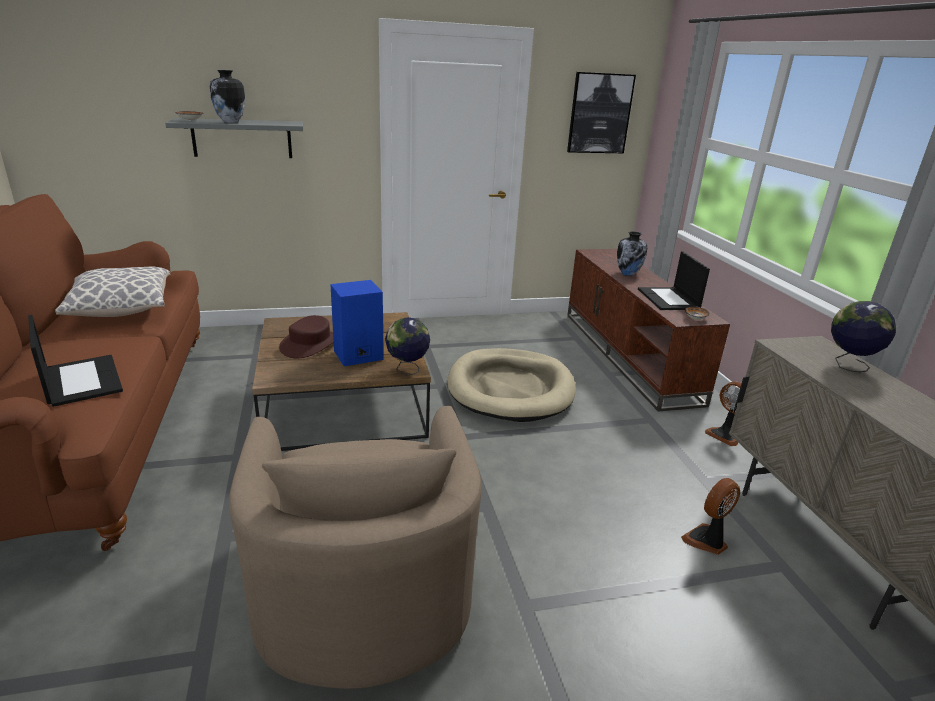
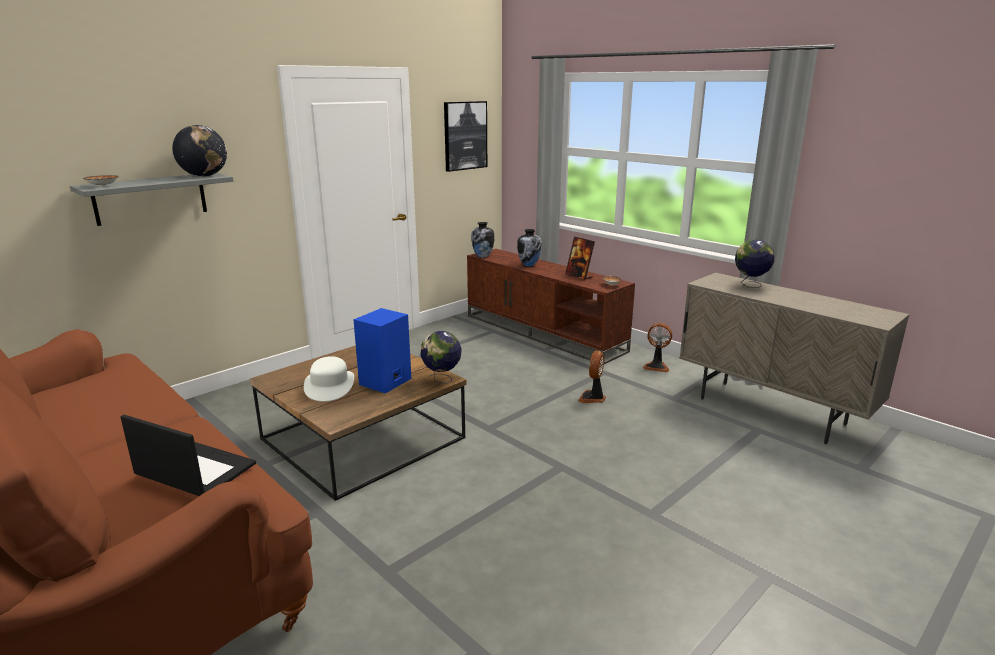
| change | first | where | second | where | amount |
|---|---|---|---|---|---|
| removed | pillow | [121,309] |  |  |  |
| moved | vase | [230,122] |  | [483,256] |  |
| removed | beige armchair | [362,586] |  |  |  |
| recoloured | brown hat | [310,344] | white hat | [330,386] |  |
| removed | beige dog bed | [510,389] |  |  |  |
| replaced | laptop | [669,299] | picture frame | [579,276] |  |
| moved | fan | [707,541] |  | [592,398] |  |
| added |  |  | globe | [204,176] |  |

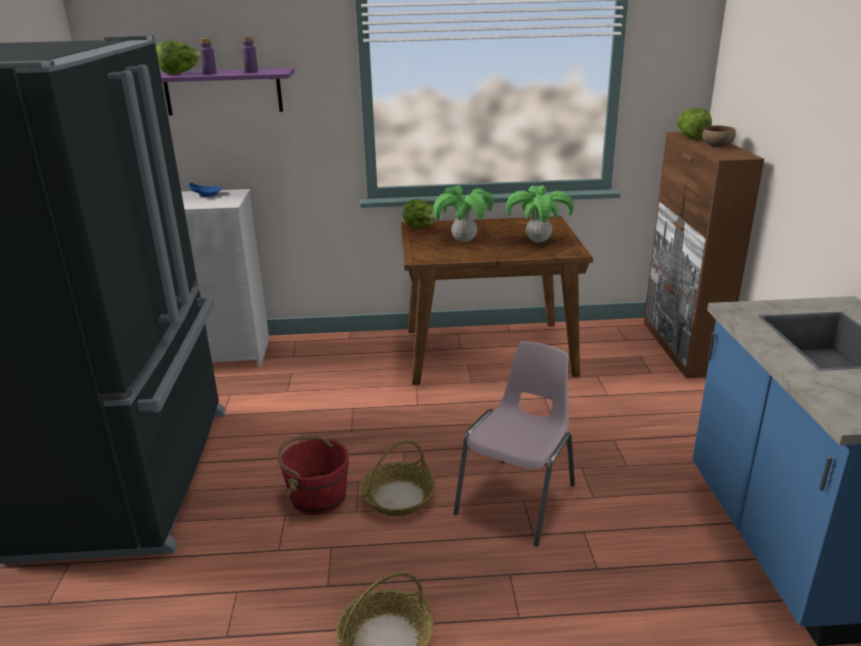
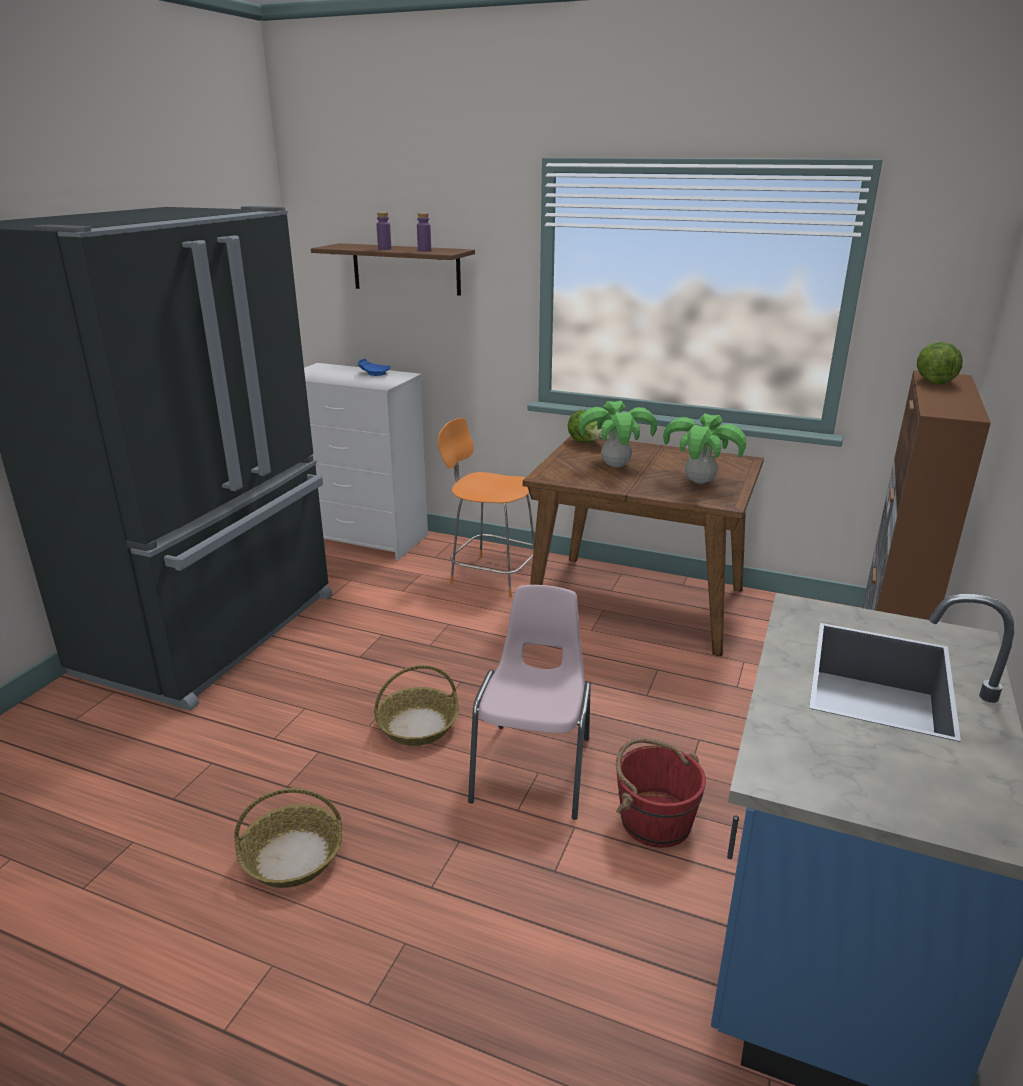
| change | first | where | second | where | amount |
|---|---|---|---|---|---|
| removed | lettuce | [181,73] |  |  |  |
| recoloured | purple shelf | [223,92] | brown shelf | [406,269] |  |
| moved | red bucket | [317,496] |  | [655,820] |  |
| turned | pink chair | [518,499] |  | [534,768] | 45 degrees counterclockwise |
| removed | brown bowl | [717,146] |  |  |  |
| added |  |  | orange chair | [491,575] |  |

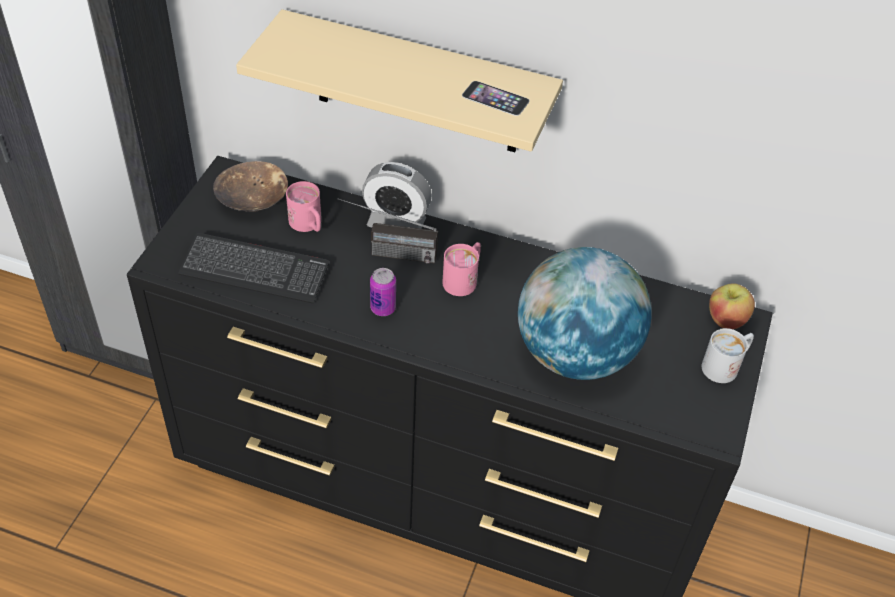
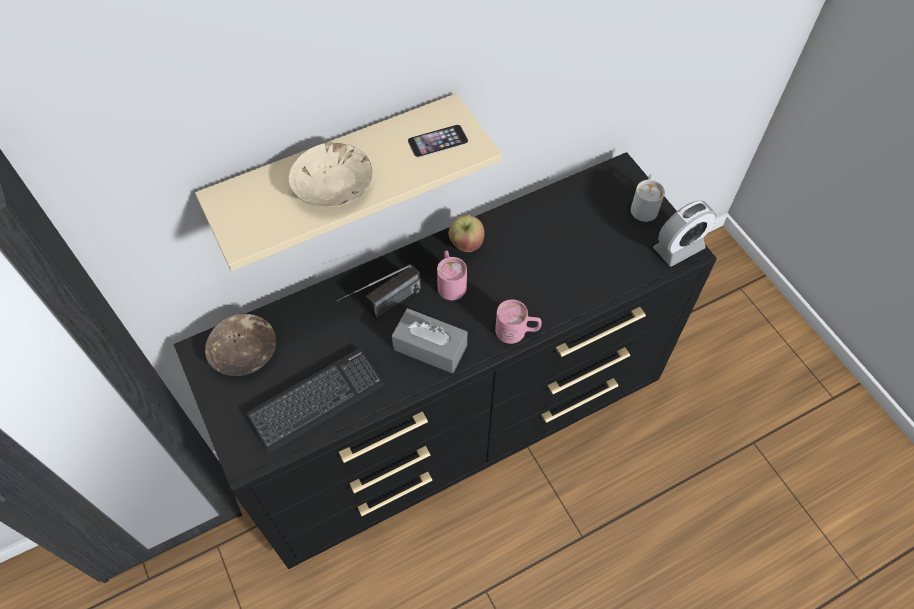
| change | first | where | second | where | amount |
|---|---|---|---|---|---|
| moved | pink mug | [308,225] |  | [517,331] |  |
| moved | alarm clock | [396,223] |  | [678,248] |  |
| replaced | can | [383,308] | grey tissue box | [430,347] |  |
| removed | globe | [575,354] |  |  |  |
| moved | apple | [726,319] |  | [466,244] |  |
| added |  |  | beige bowl | [334,187] |  |

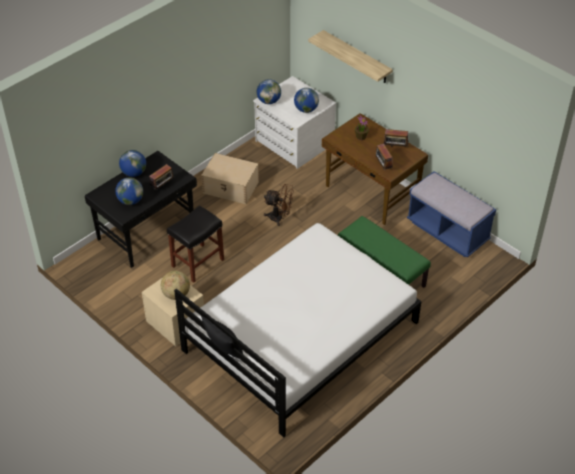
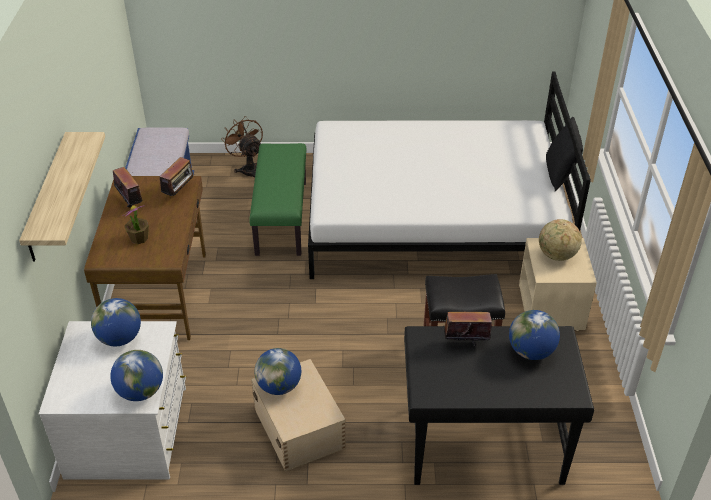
| change | first | where | second | where | amount |
|---|---|---|---|---|---|
| moved | globe | [134,173] |  | [279,386] |  |
| moved | brown fan | [279,218] |  | [248,169] |  |

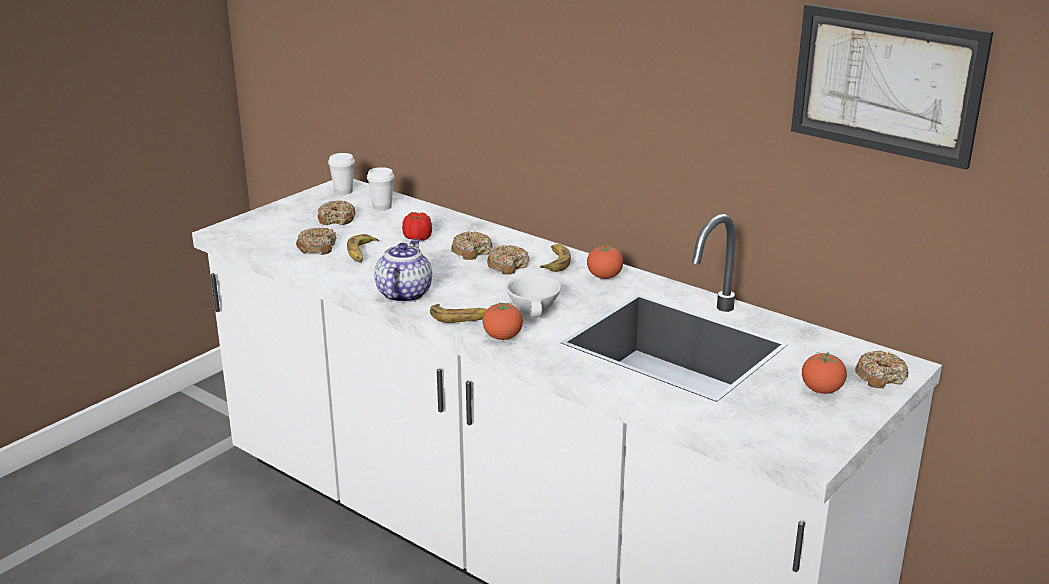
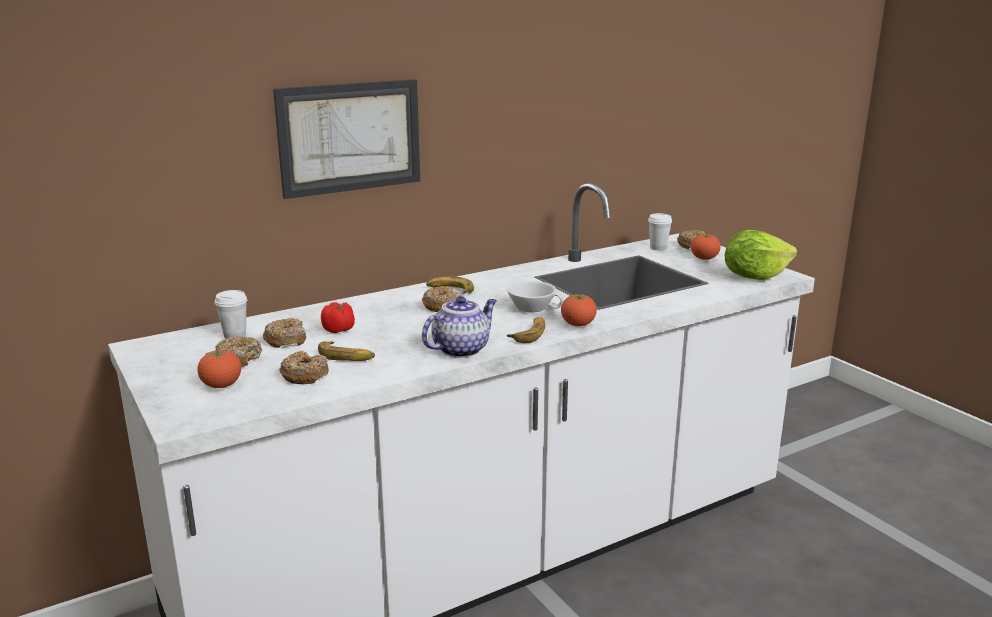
| change | first | where | second | where | amount |
|---|---|---|---|---|---|
| moved | white cup | [343,191] |  | [658,248] |  |
| turned | teapot | [404,294] |  | [461,349] | 105 degrees clockwise |
| moved | donut | [471,252] |  | [286,340] |  |
| moved | tomato | [604,277] |  | [221,386] |  |
| moved | picture | [886,84] |  | [350,137] |  |
| added |  |  | lettuce | [754,277] |  |

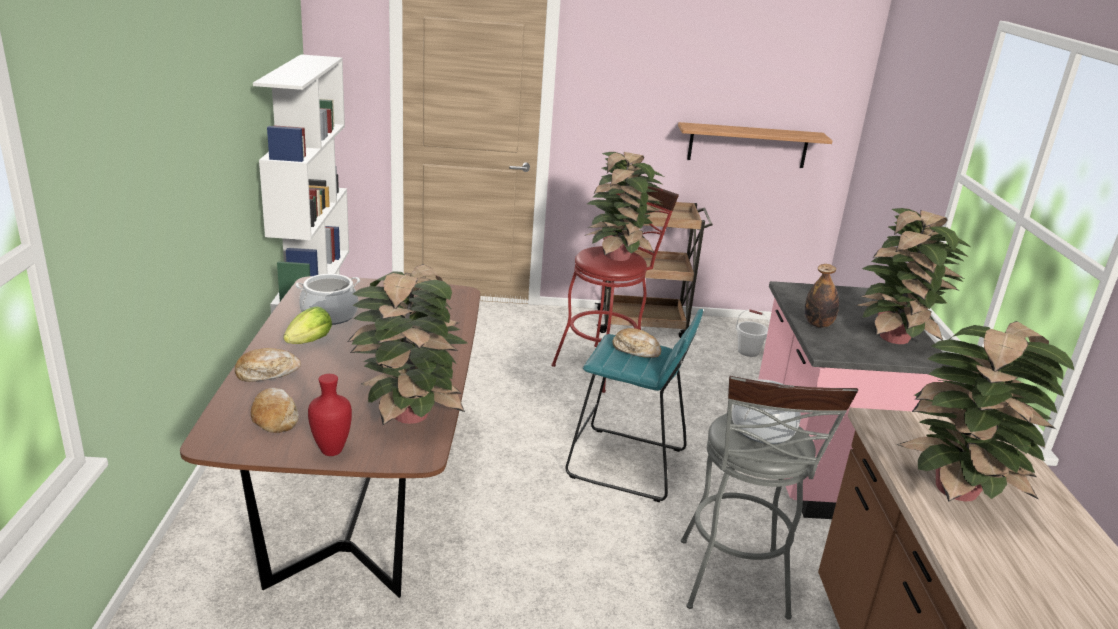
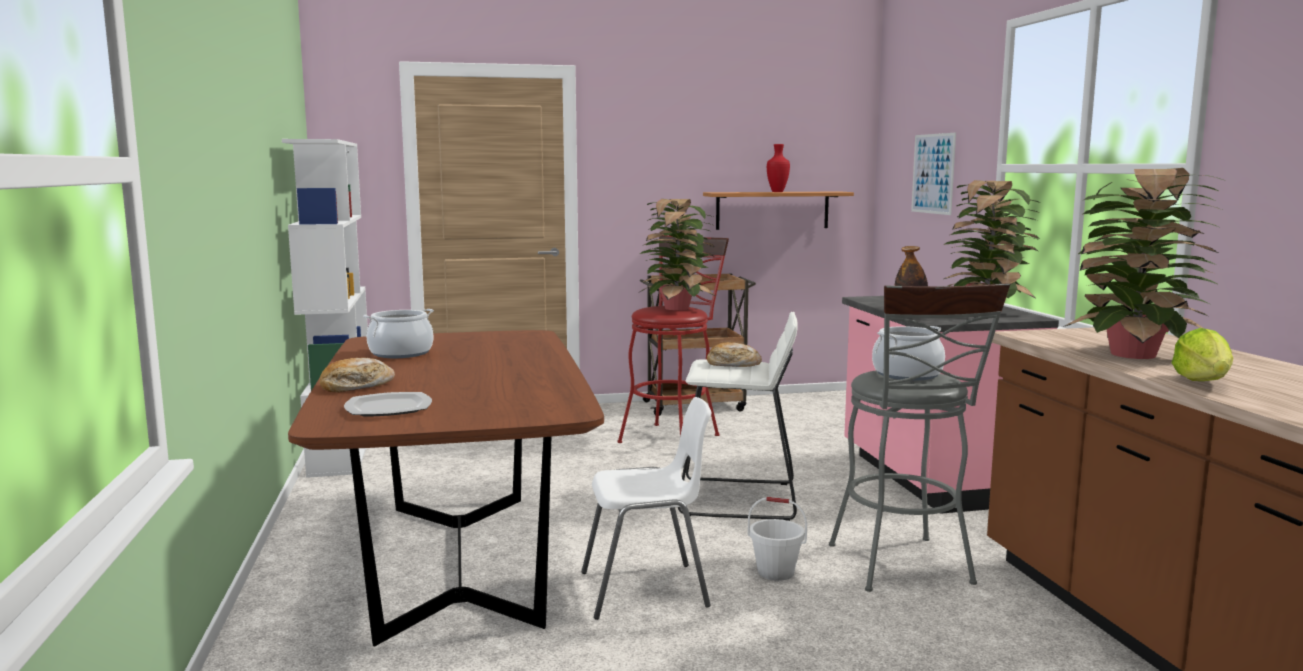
| change | first | where | second | where | amount |
|---|---|---|---|---|---|
| replaced | bread | [275,418] | plate | [387,408] |  |
| moved | lettuce | [310,342] |  | [1203,382] |  |
| moved | red vase | [332,450] |  | [777,192] |  |
| removed | potted plant | [408,416] |  |  |  |
| recoloured | turquoise stool | [626,464] | white stool | [738,499] |  |
| moved | white bucket | [748,351] |  | [776,572] |  |
| added |  |  | white chair | [647,590] |  |
| added |  |  | picture | [933,173] |  |

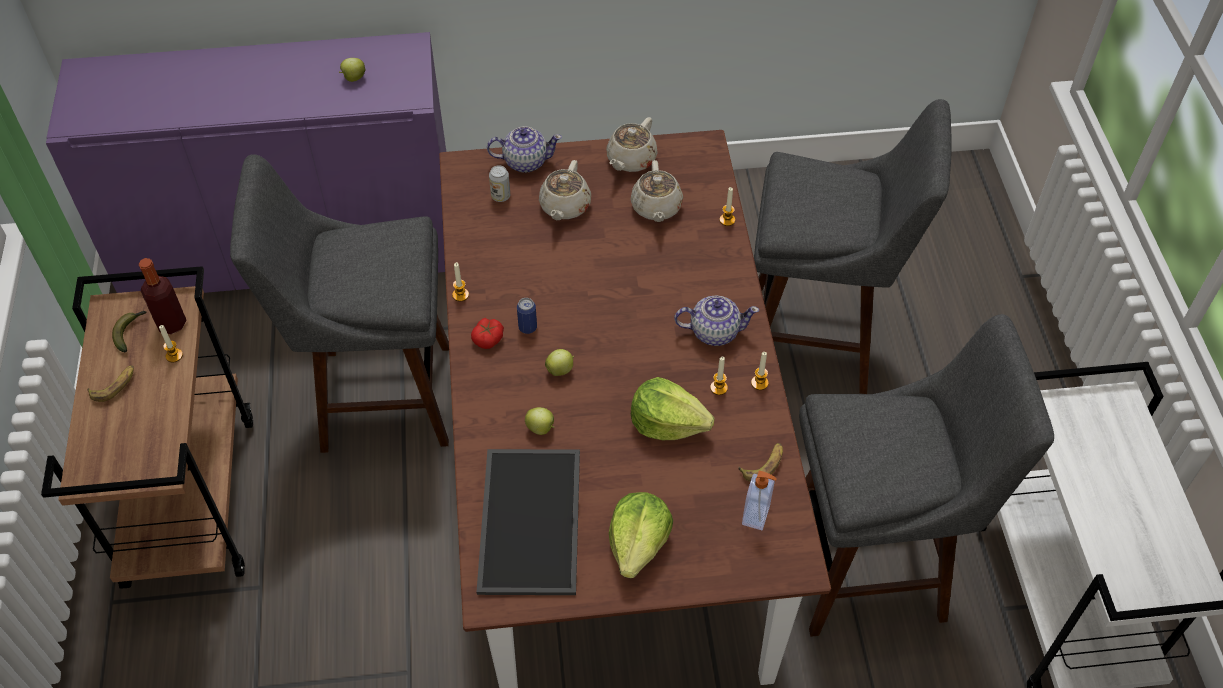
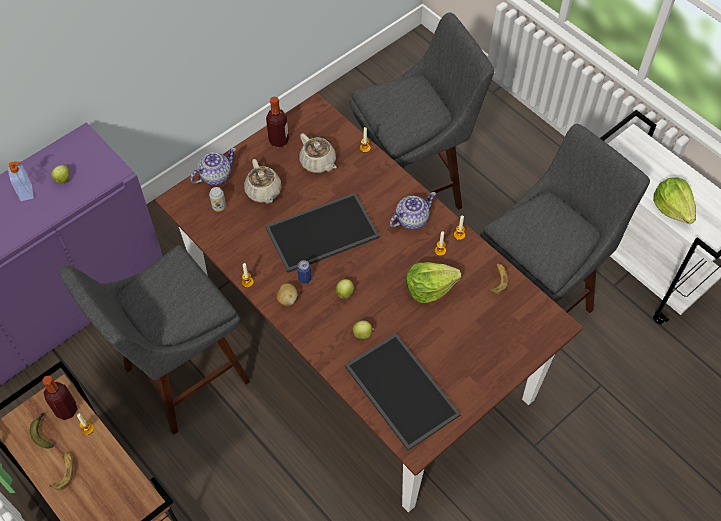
| change | first | where | second | where | amount |
|---|---|---|---|---|---|
| replaced | tomato | [488,339] | potato | [287,299] |  |
| replaced | beige teapot | [630,160] | bottle | [279,140] |  |
| moved | lettuce | [638,544] |  | [672,208] |  |
| moved | soap dispenser | [757,515] |  | [27,192] |  |
| added |  |  | tray | [322,234] |  |

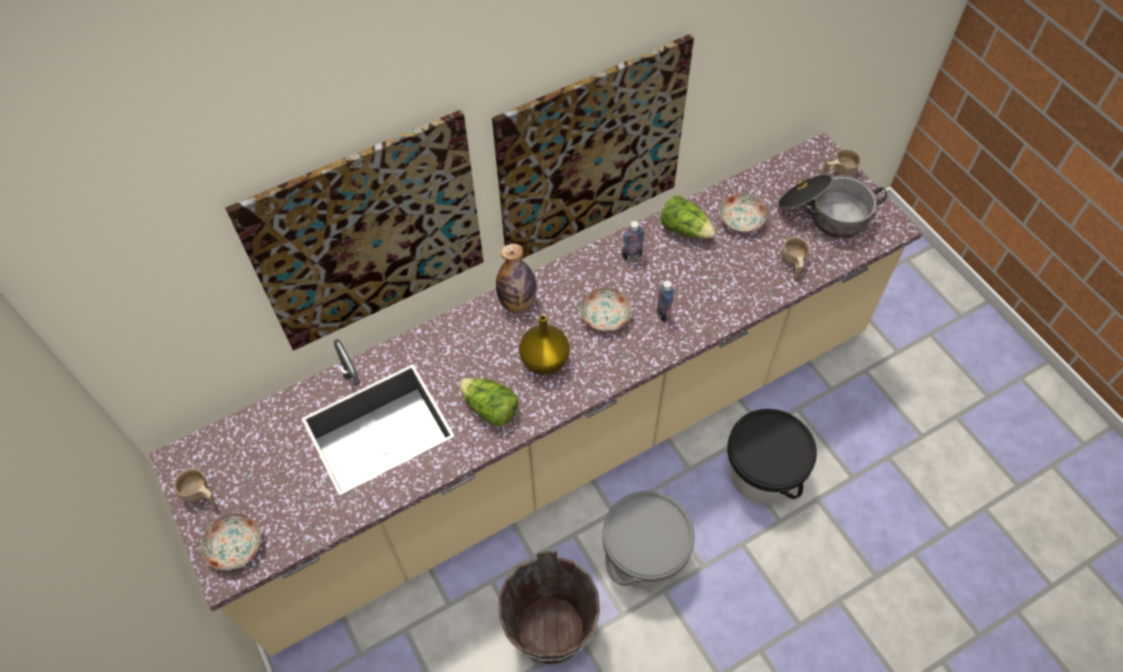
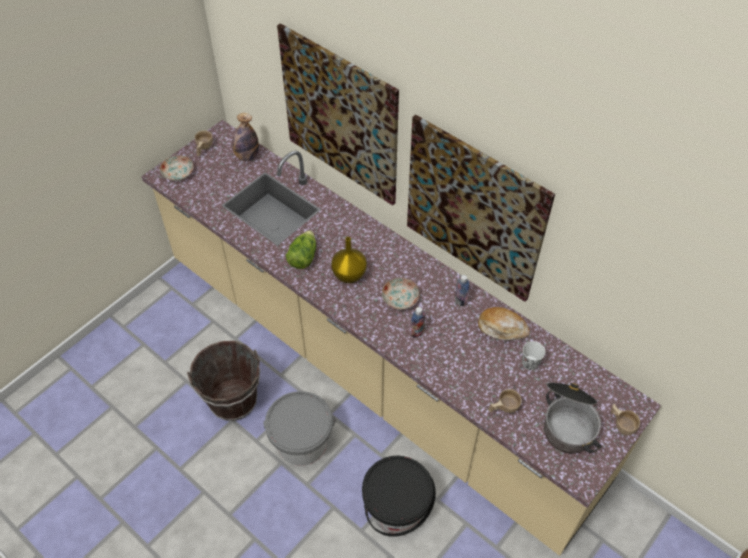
| change | first | where | second | where | amount |
|---|---|---|---|---|---|
| moved | bottle | [517,302] |  | [247,156] |  |
| replaced | lettuce | [685,229] | bread | [502,328] |  |
| replaced | plate | [742,220] | white cup | [530,363] |  |

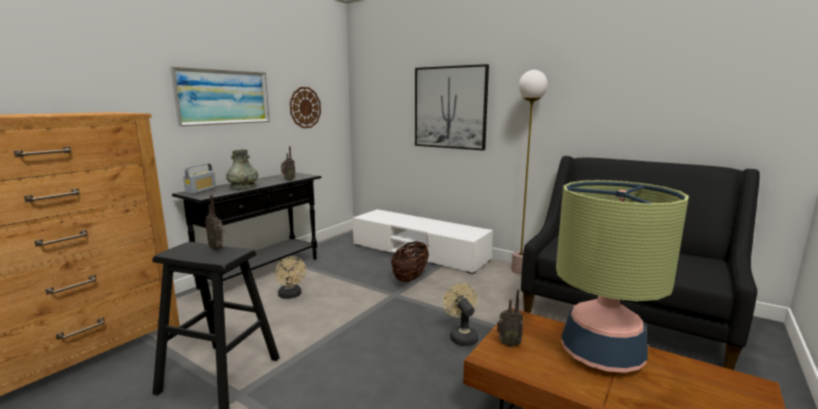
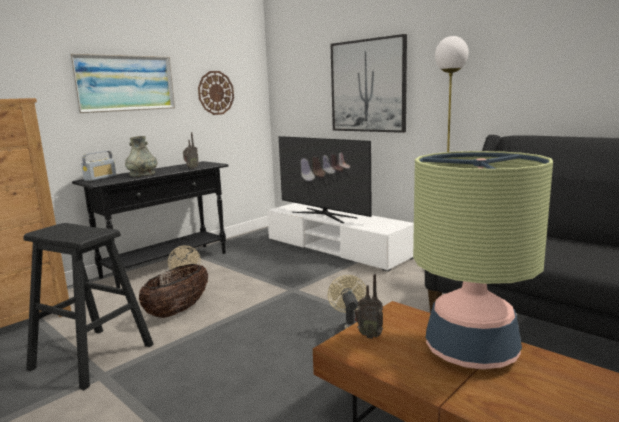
| change | first | where | second | where | amount |
|---|---|---|---|---|---|
| removed | radio | [217,248] |  |  |  |
| moved | basket | [410,277] |  | [178,311] |  |
| added |  |  | television | [323,215] |  |

